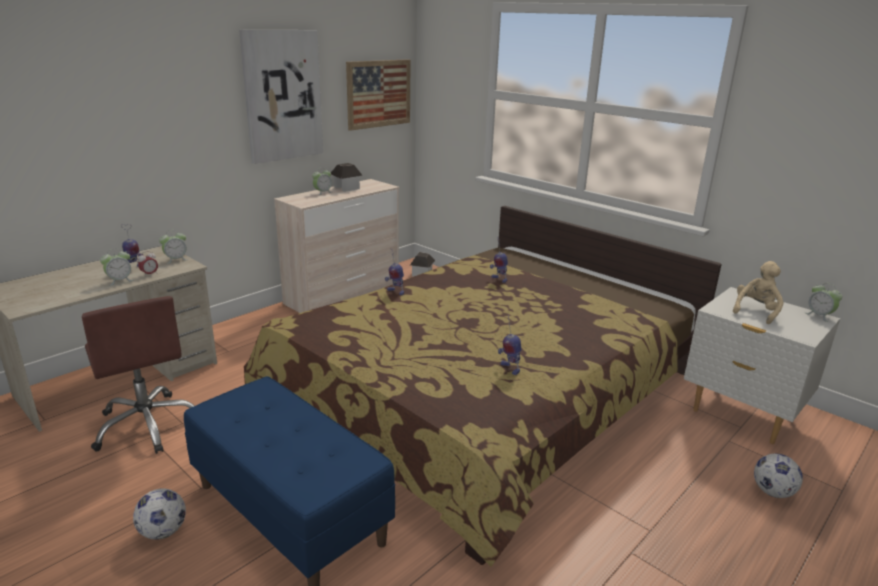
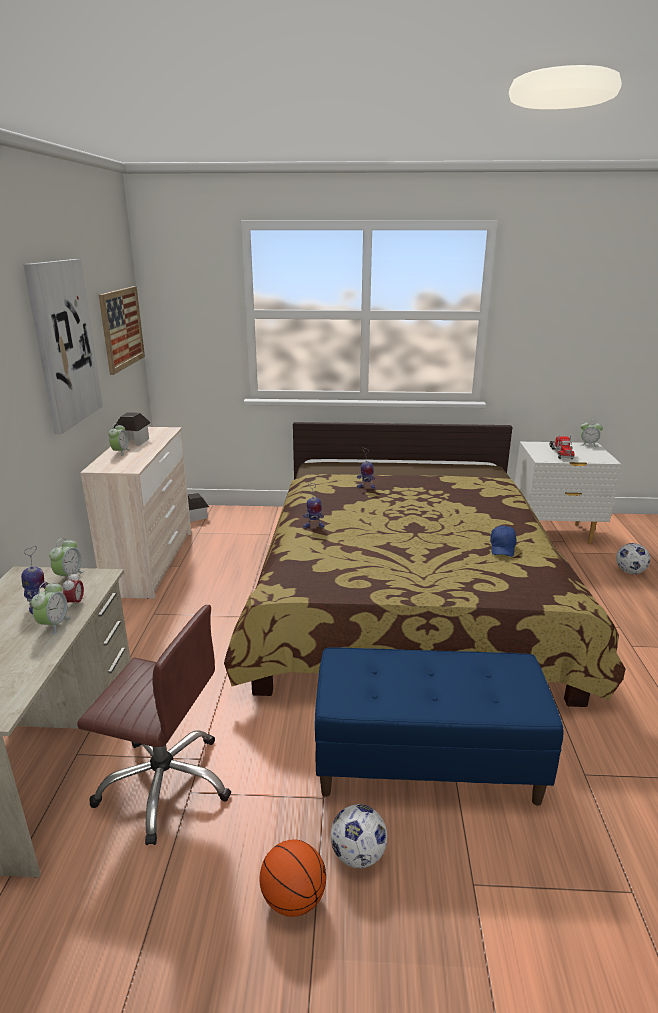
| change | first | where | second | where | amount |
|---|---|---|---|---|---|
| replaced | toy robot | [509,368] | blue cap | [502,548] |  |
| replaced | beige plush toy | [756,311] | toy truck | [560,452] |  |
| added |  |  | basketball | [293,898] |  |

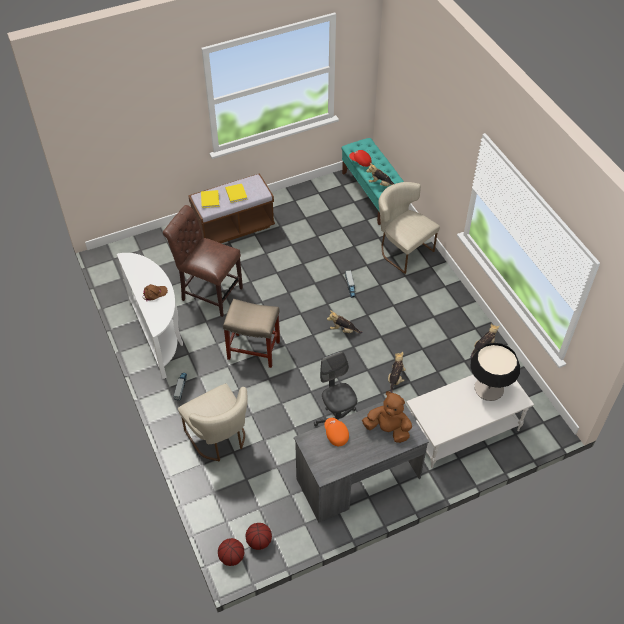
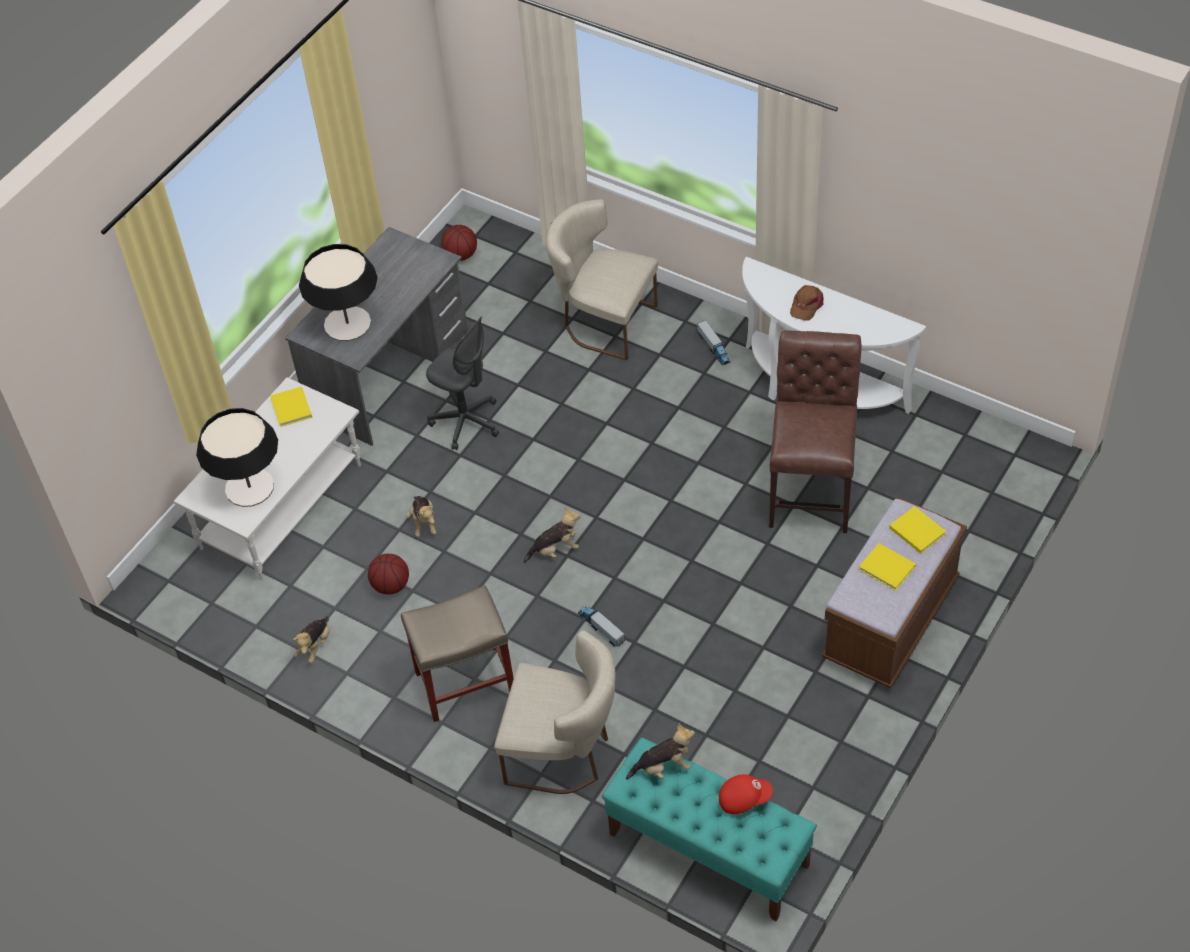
| change | first | where | second | where | amount |
|---|---|---|---|---|---|
| turned | brown chair | [209,292] |  | [812,489] | 75 degrees counterclockwise |
| moved | basketball | [232,557] |  | [391,586] |  |
| moved | beige stool | [254,350] |  | [464,683] |  |
| removed | orange cap | [335,434] |  |  |  |
| replaced | brown plush toy | [388,429] | table lamp | [347,324] |  |
| added |  |  | yellow book | [291,409] |  |

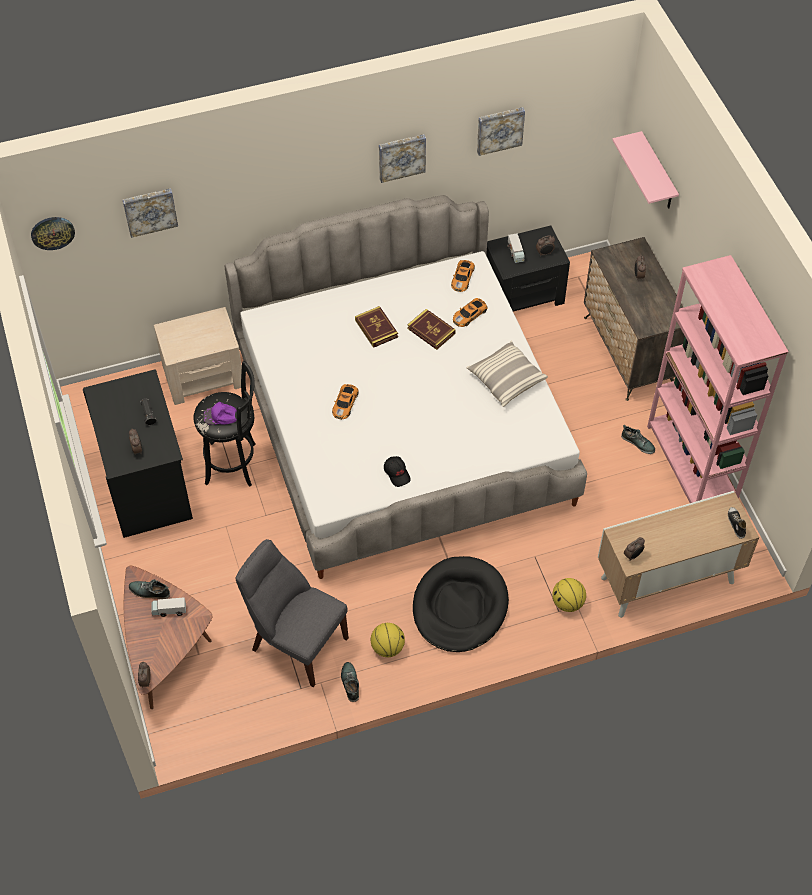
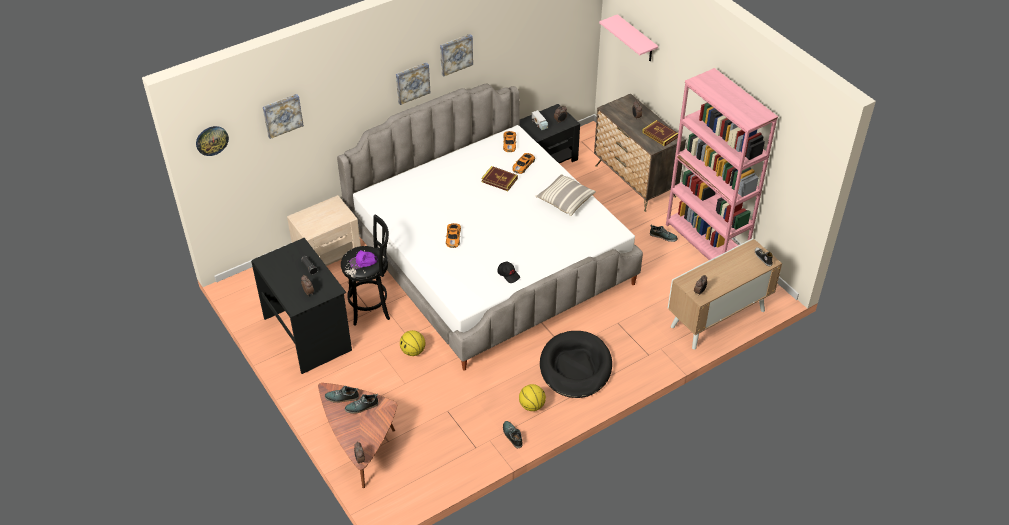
| change | first | where | second | where | amount |
|---|---|---|---|---|---|
| replaced | toy truck | [169,610] | shoe | [362,407] |  |
| removed | grey chair | [296,642] |  |  |  |
| moved | book | [376,328] |  | [660,135] |  |
| moved | picture | [499,129] |  | [412,82] |  |
| moved | basketball | [567,603] |  | [413,351] |  |

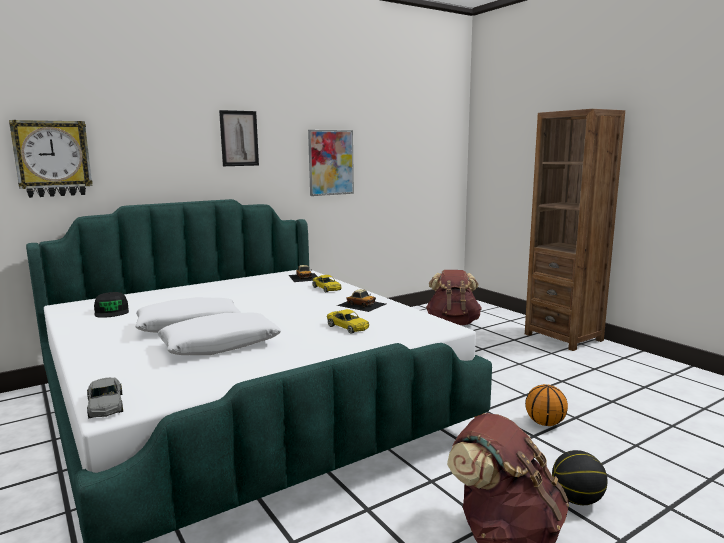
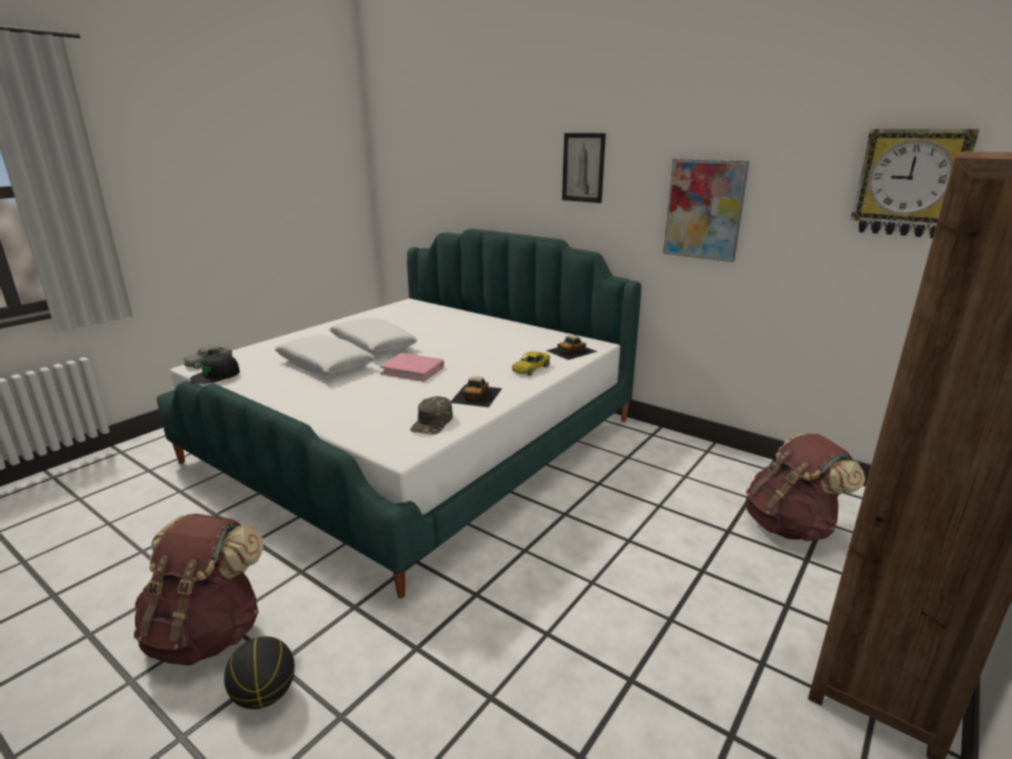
| change | first | where | second | where | amount |
|---|---|---|---|---|---|
| moved | wall clock | [52,158] |  | [909,183] |  |
| moved | black cap | [112,311] |  | [216,375] |  |
| removed | yellow toy car | [347,327] |  |  |  |
| removed | basketball | [545,423] |  |  |  |
| added |  |  | pink book | [413,370] |  |
| added |  |  | green cap | [432,422] |  |

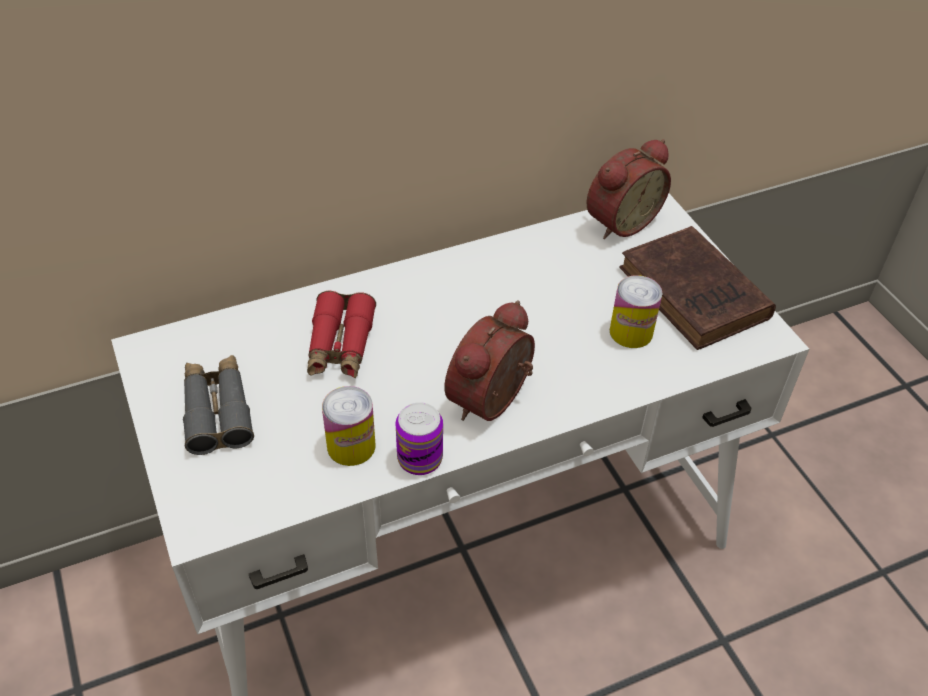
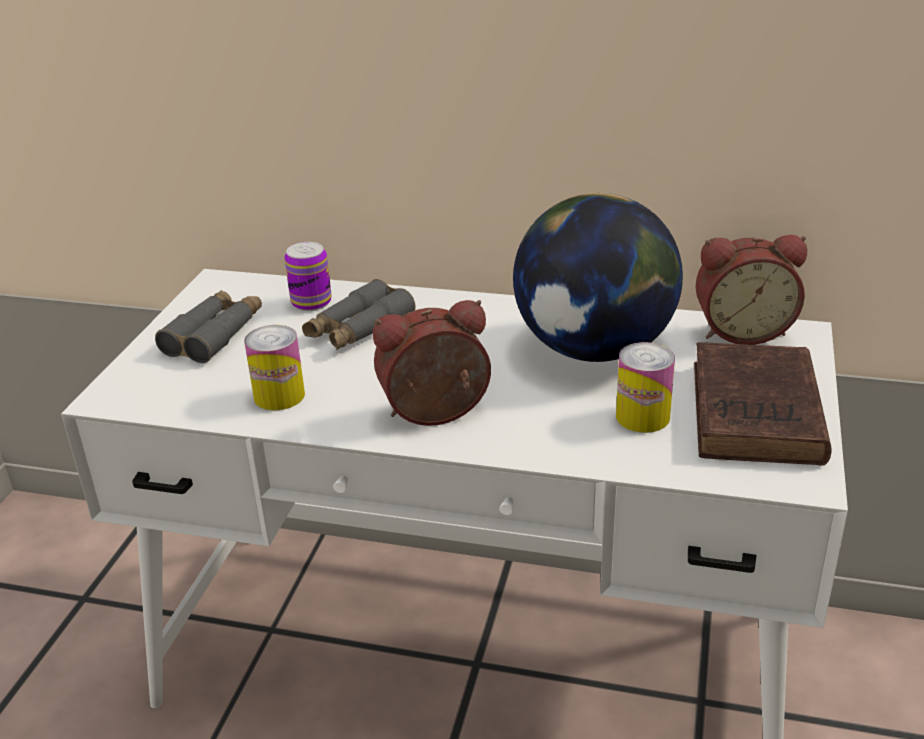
| change | first | where | second | where | amount |
|---|---|---|---|---|---|
| recoloured | red binoculars | [340,345] | grey binoculars | [359,329] |  |
| moved | can | [420,459] |  | [311,302] |  |
| added |  |  | globe | [594,350] |  |

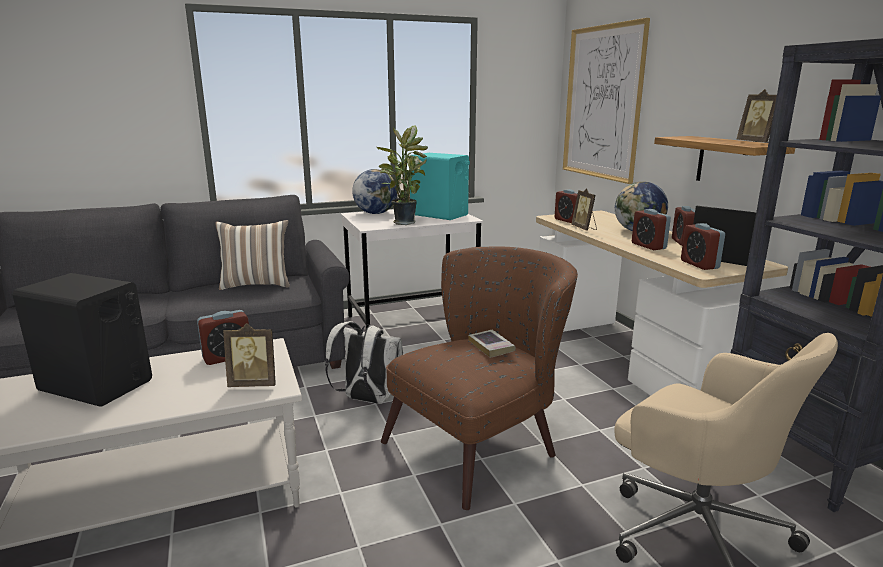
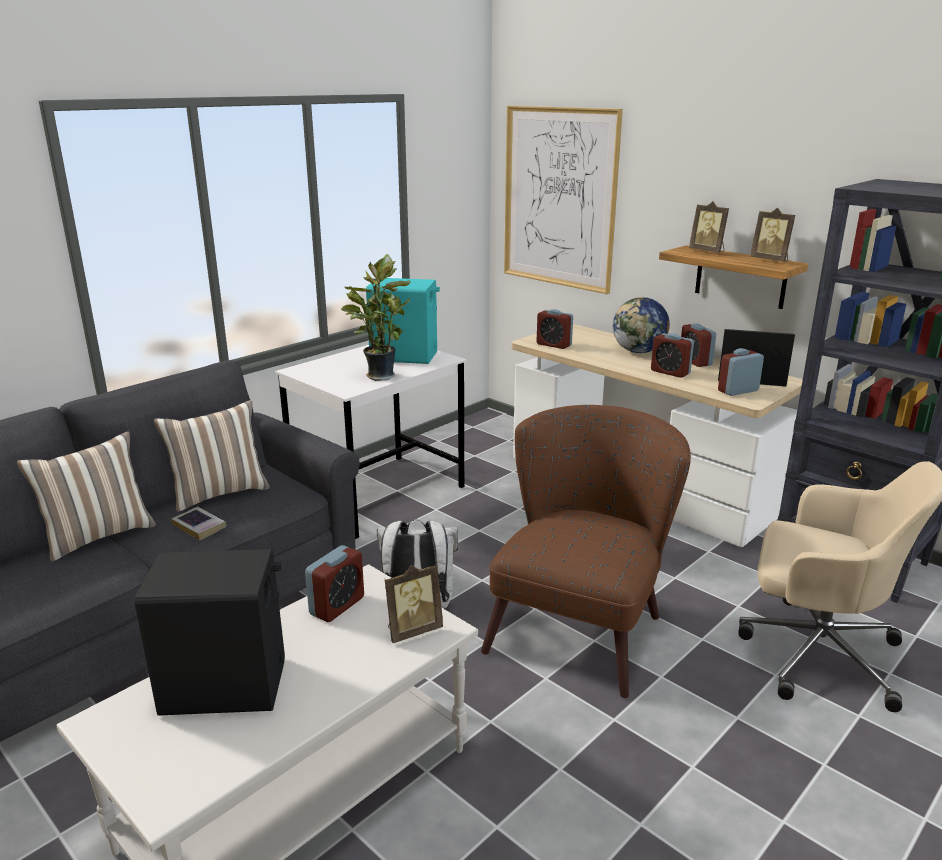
| change | first | where | second | where | amount |
|---|---|---|---|---|---|
| removed | globe | [375,213] |  |  |  |
| moved | book | [491,346] |  | [199,527] |  |
| moved | picture frame | [584,228] |  | [708,251] |  |
| turned | alarm clock | [699,264] |  | [738,391] | 105 degrees clockwise |
| added |  |  | pillow | [98,535] |  |

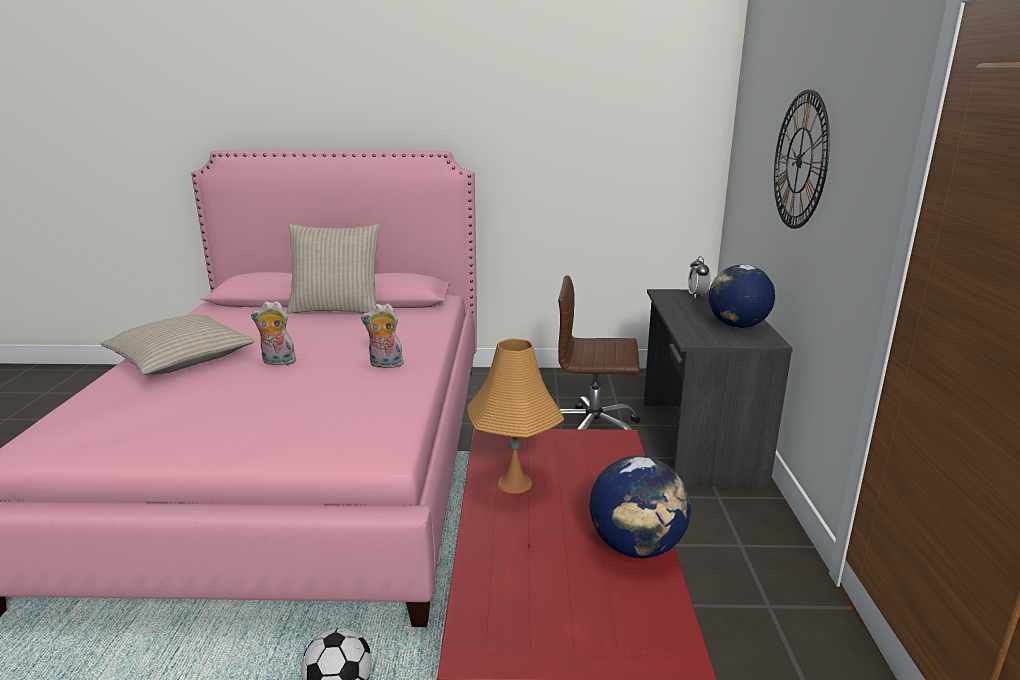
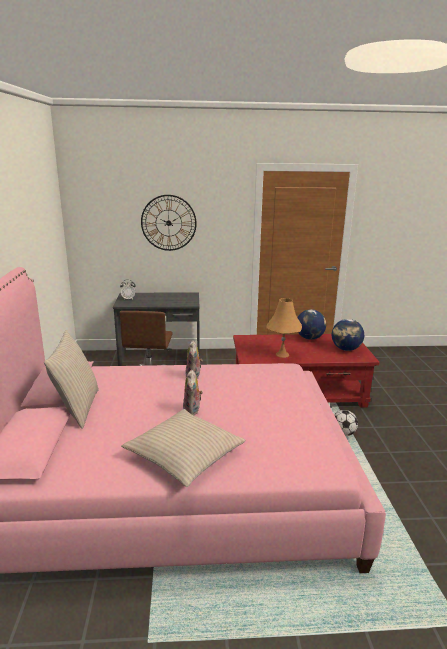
| change | first | where | second | where | amount |
|---|---|---|---|---|---|
| moved | globe | [737,326] |  | [346,349] |  |

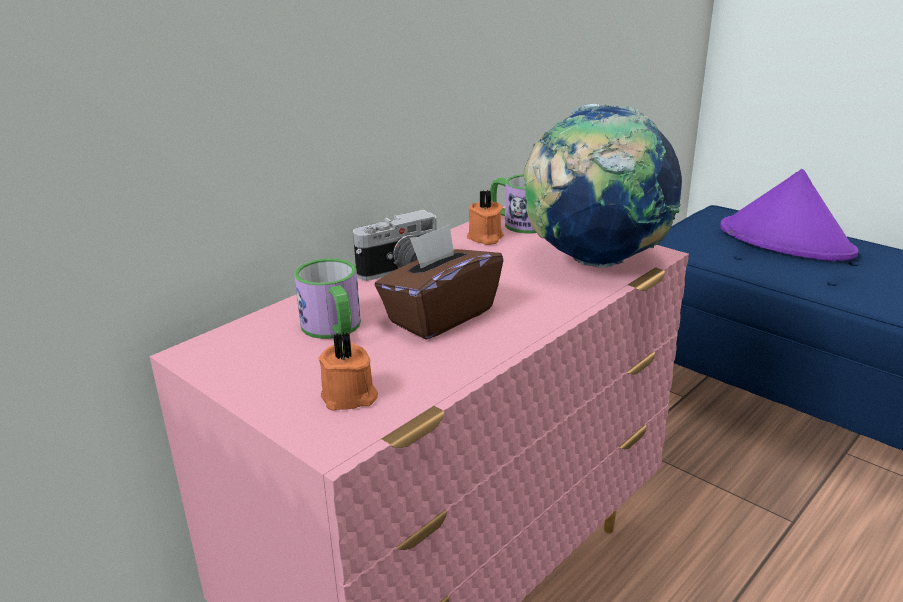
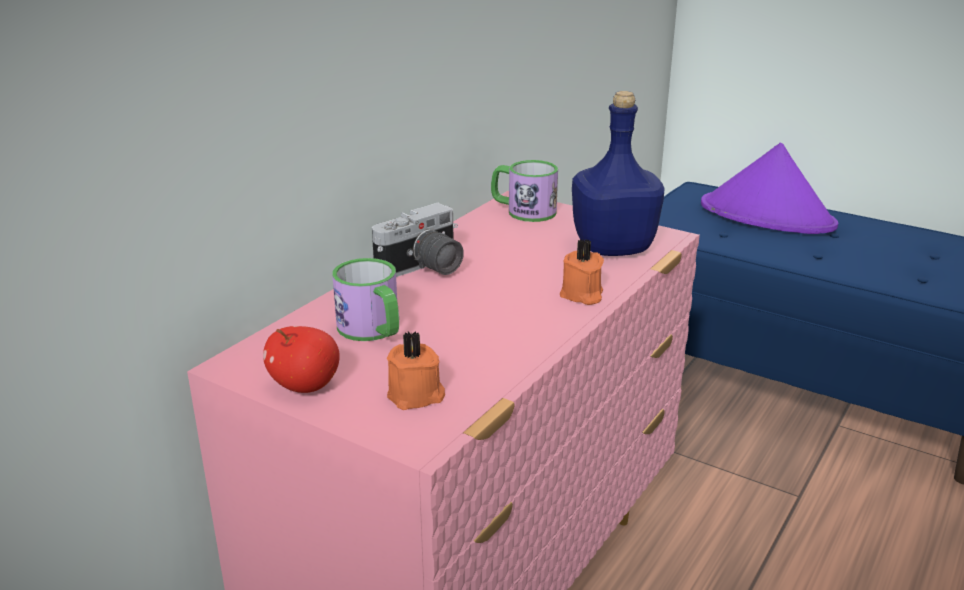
| change | first | where | second | where | amount |
|---|---|---|---|---|---|
| removed | brown tissue box | [440,316] |  |  |  |
| moved | orange candle | [485,238] |  | [582,295] |  |
| replaced | globe | [594,262] | blue bottle | [611,247] |  |
| added |  |  | apple | [305,386] |  |

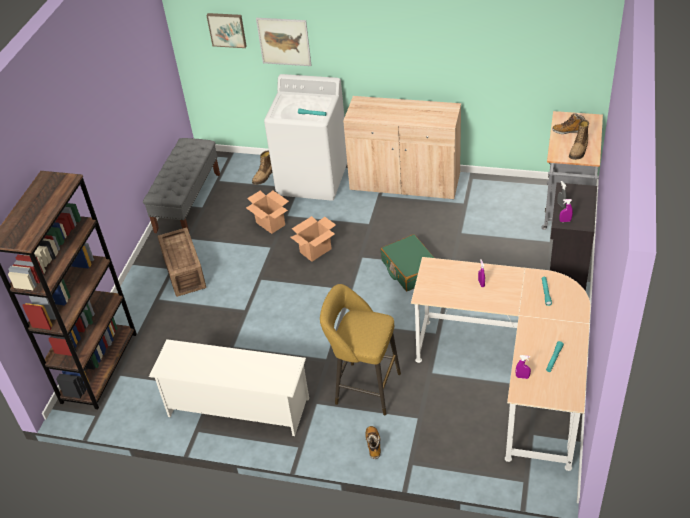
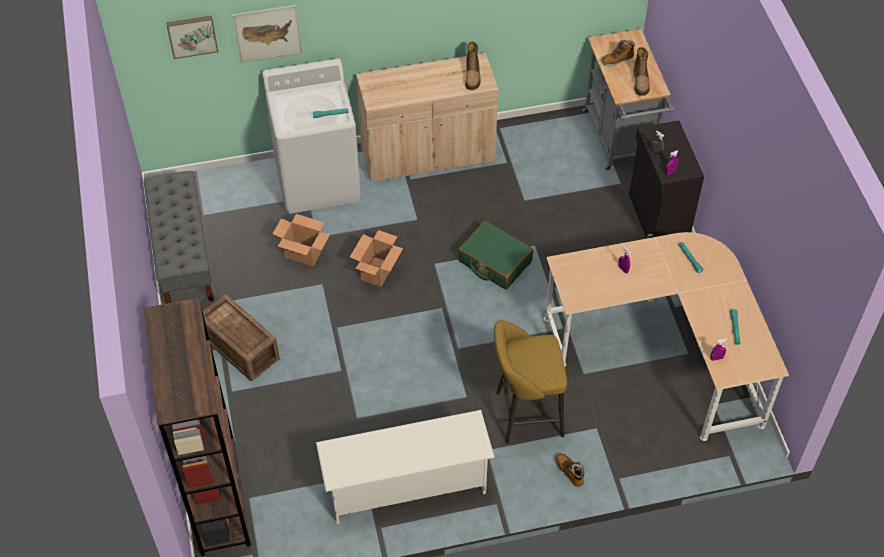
| change | first | where | second | where | amount |
|---|---|---|---|---|---|
| moved | boot | [264,176] |  | [473,76] |  |

